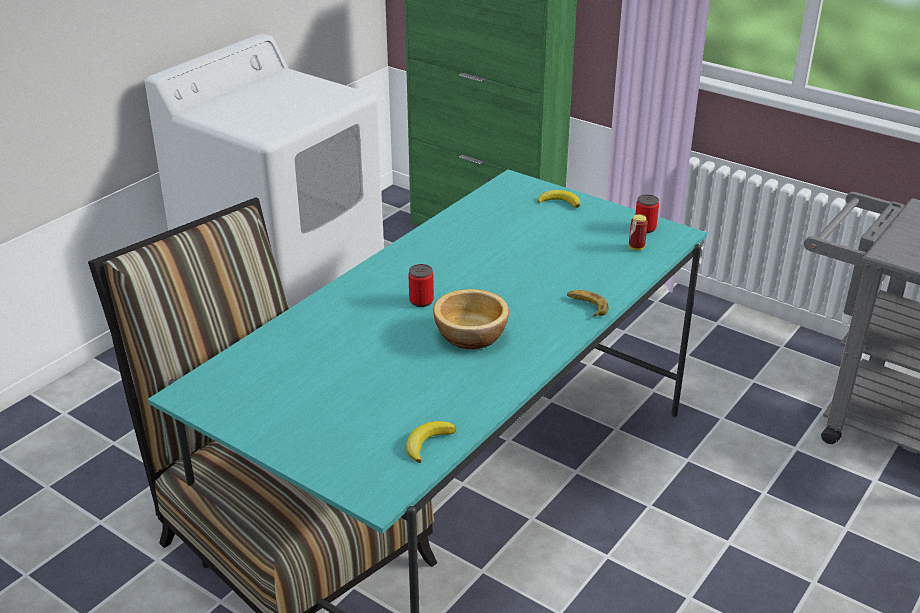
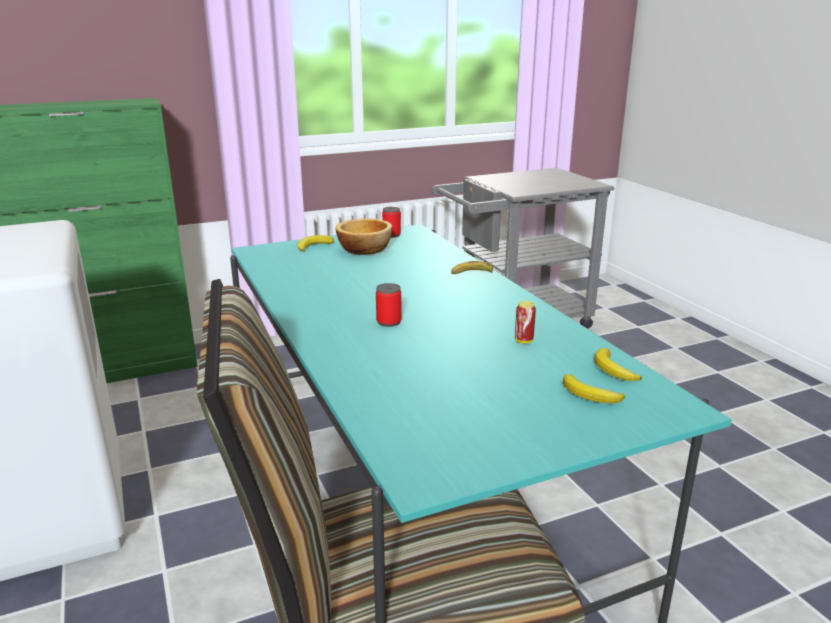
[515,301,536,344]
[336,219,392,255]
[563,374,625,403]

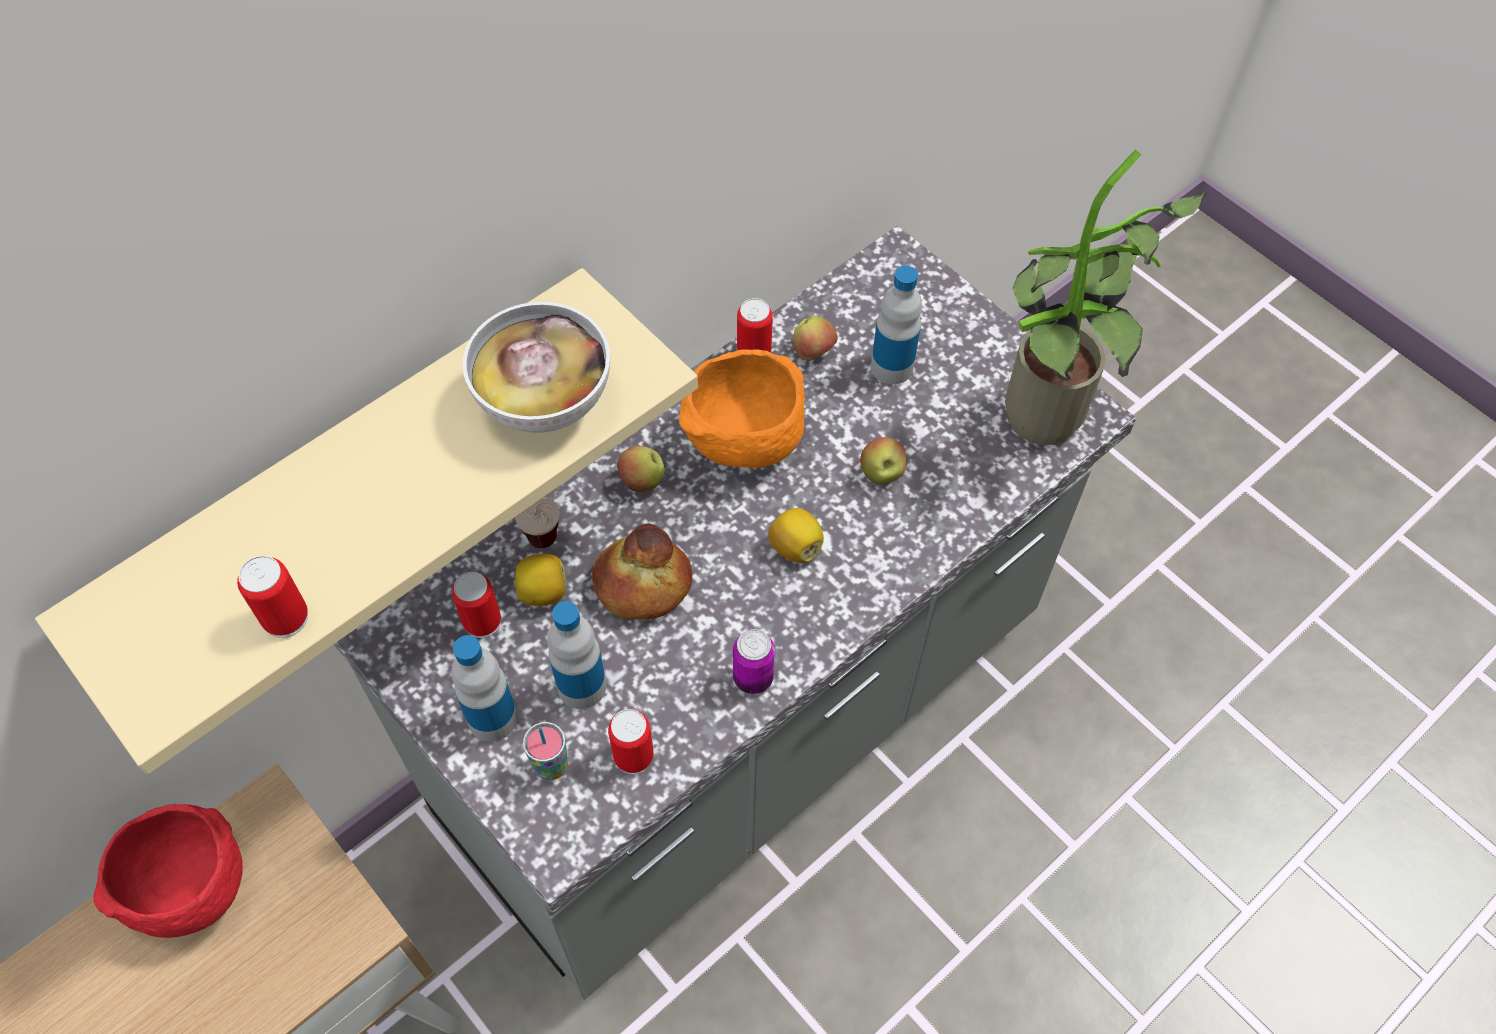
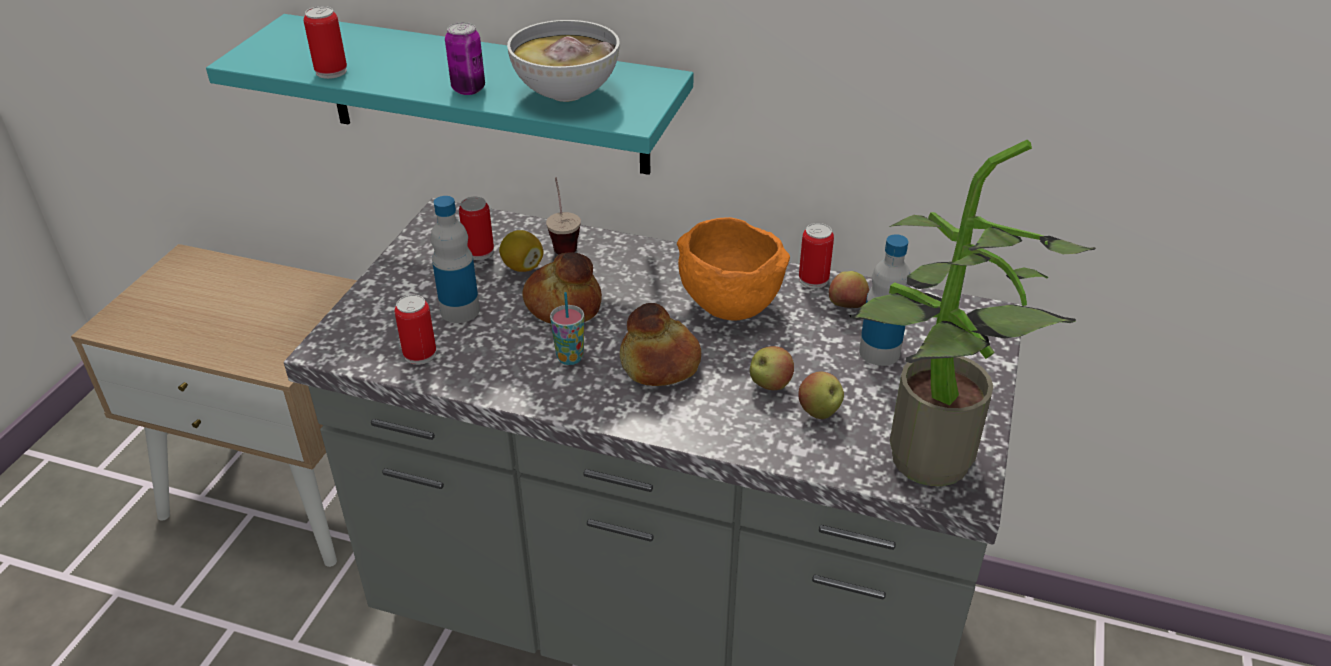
[206,14,694,175]
[798,371,844,419]
[620,303,701,386]
[445,22,485,95]
[451,635,518,742] (first image)
[550,292,584,365]
[93,804,243,938] (first image)

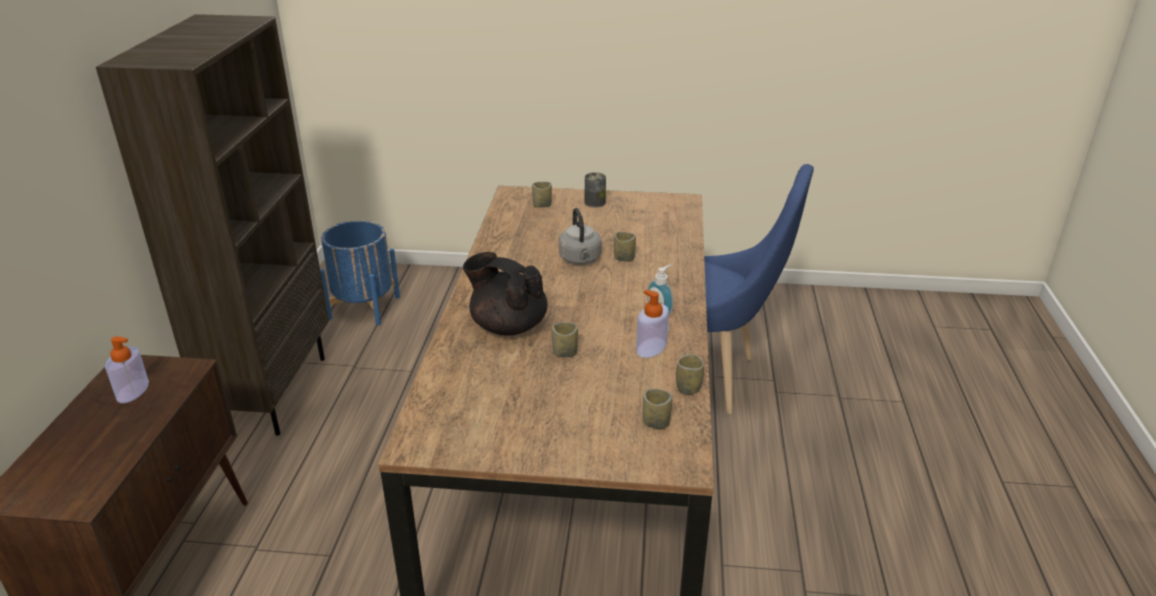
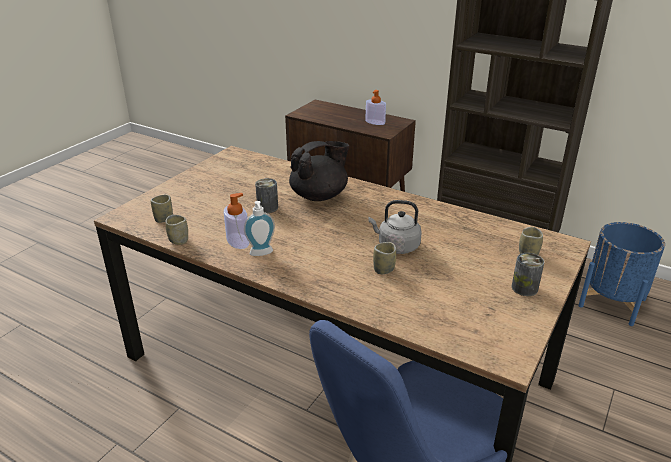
[255,178,278,213]

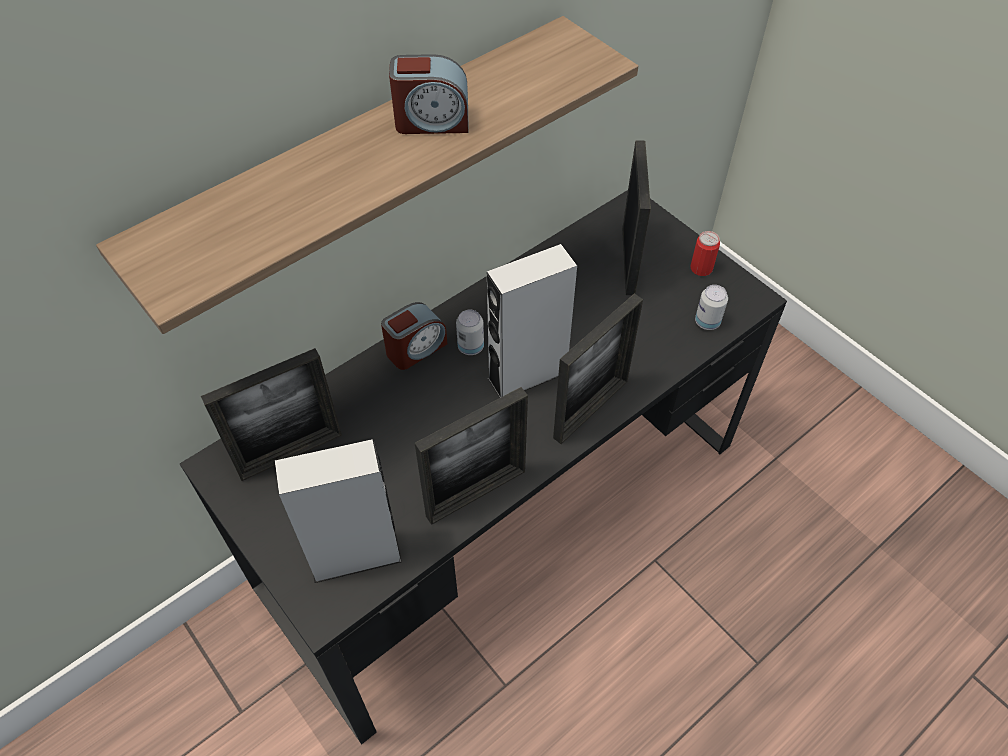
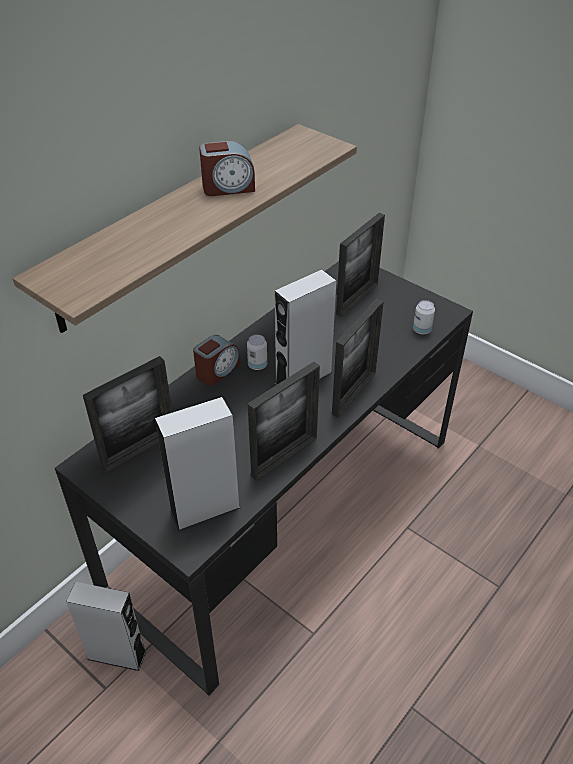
[336,213,385,317]
[690,231,720,276] (first image)
[66,582,146,671]

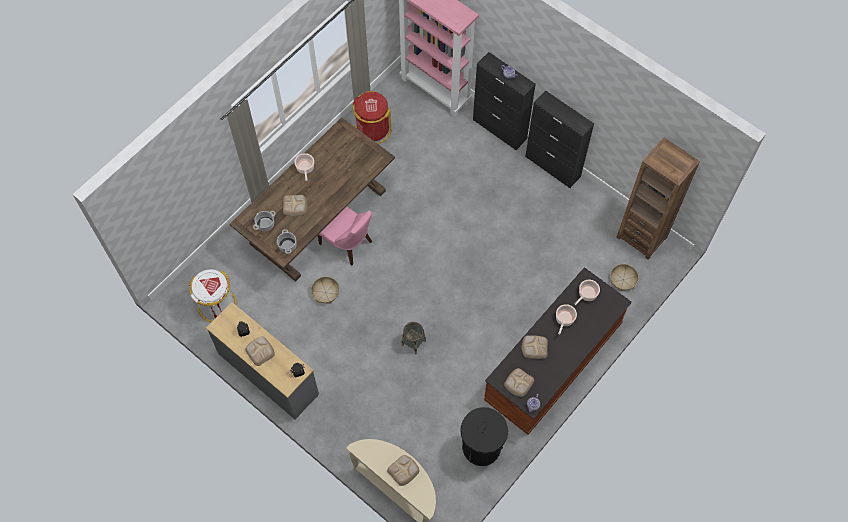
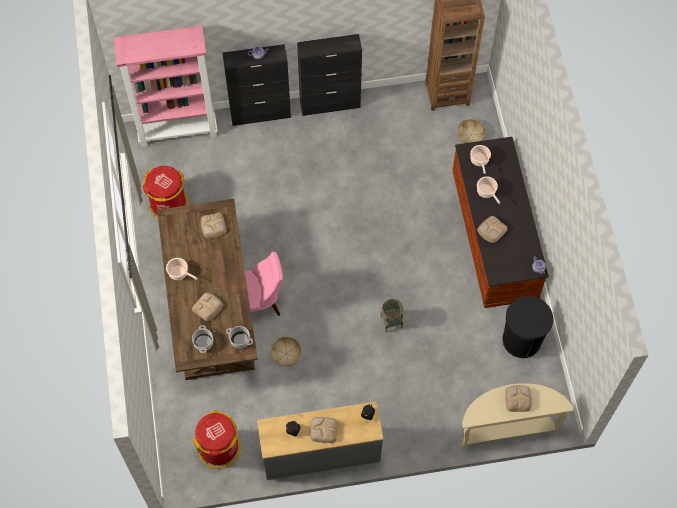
[193,411,241,469]
[201,212,226,238]

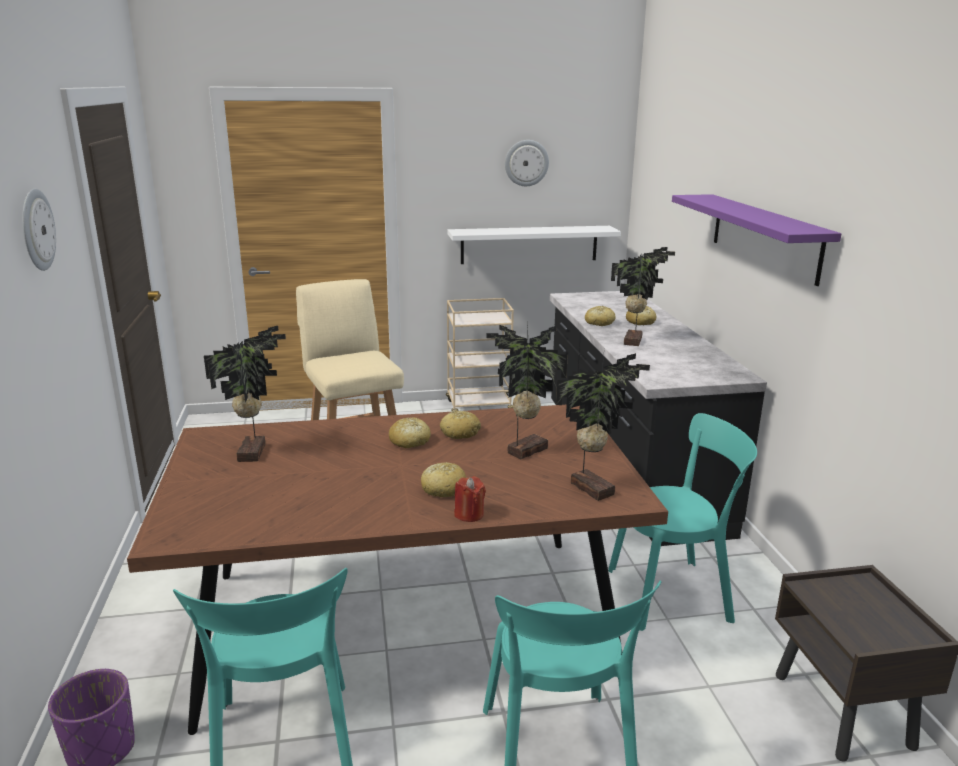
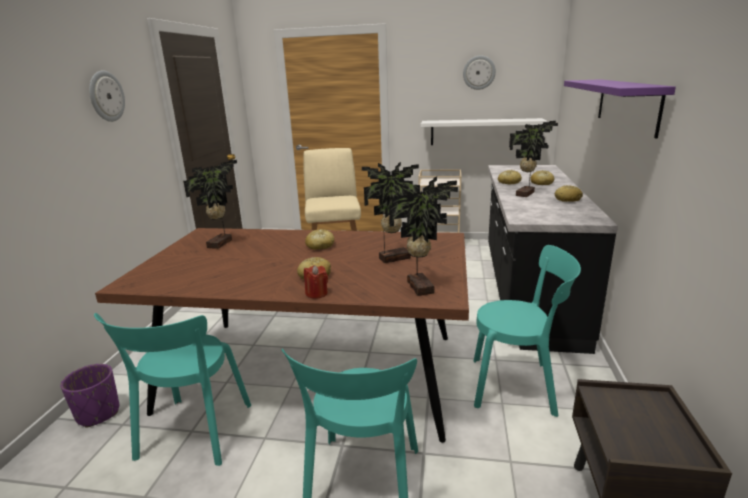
[555,185,583,202]

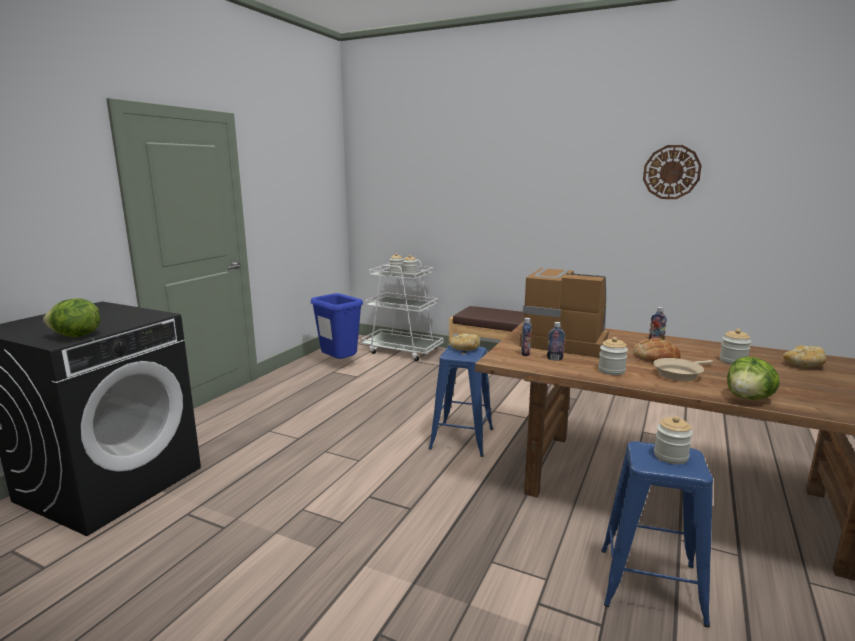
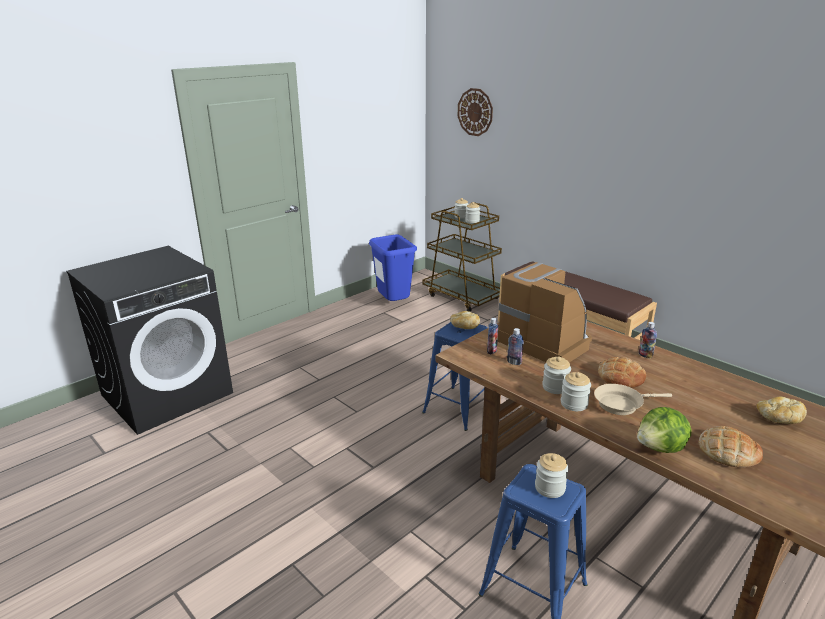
[458,88,493,136]
[422,202,502,312]
[43,298,100,337] (first image)
[561,372,591,411]
[699,426,763,468]

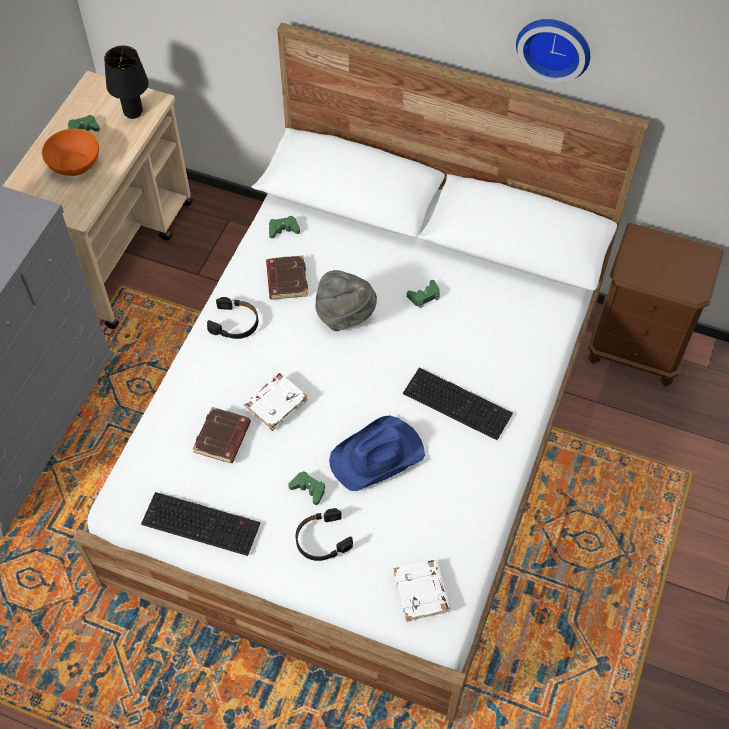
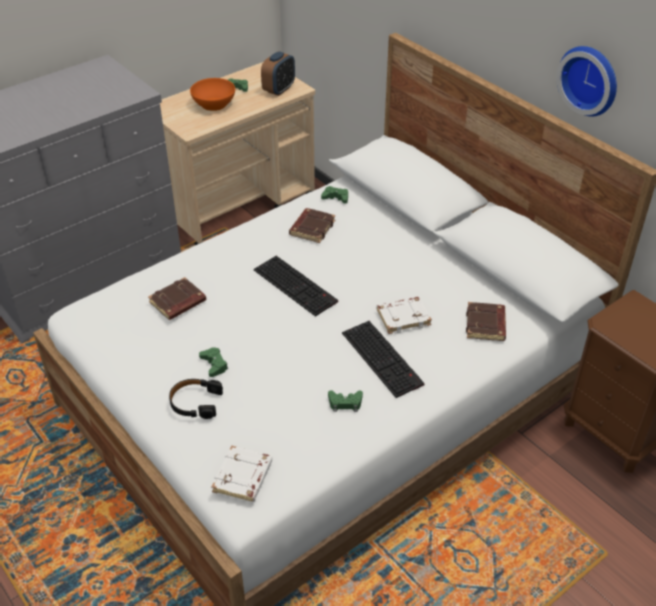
[261,51,295,96]
[315,270,377,331] (first image)
[328,390,363,412]
[207,297,258,339] (first image)
[377,297,432,334]
[329,416,425,491] (first image)
[254,256,338,317]
[466,302,506,341]

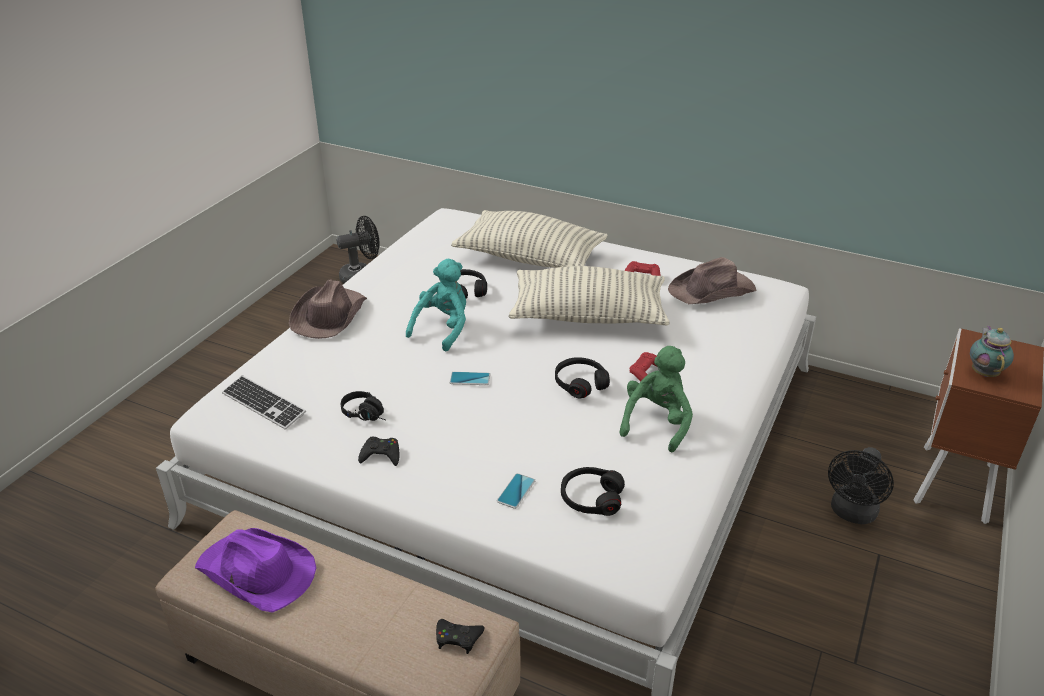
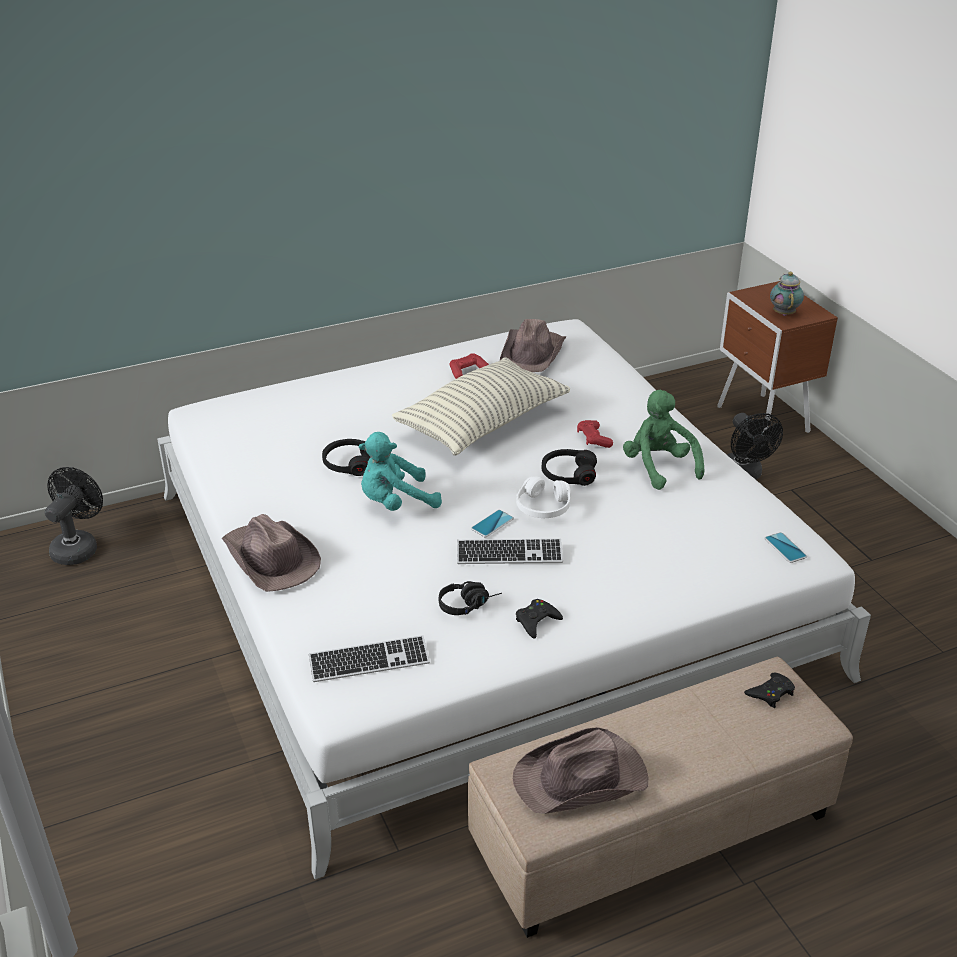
[451,210,608,268] (first image)
[359,432,442,511]
[770,272,804,316]
[561,467,625,516] (first image)
[764,532,807,563]
[513,727,648,814]
[516,476,571,518]
[457,538,563,564]

